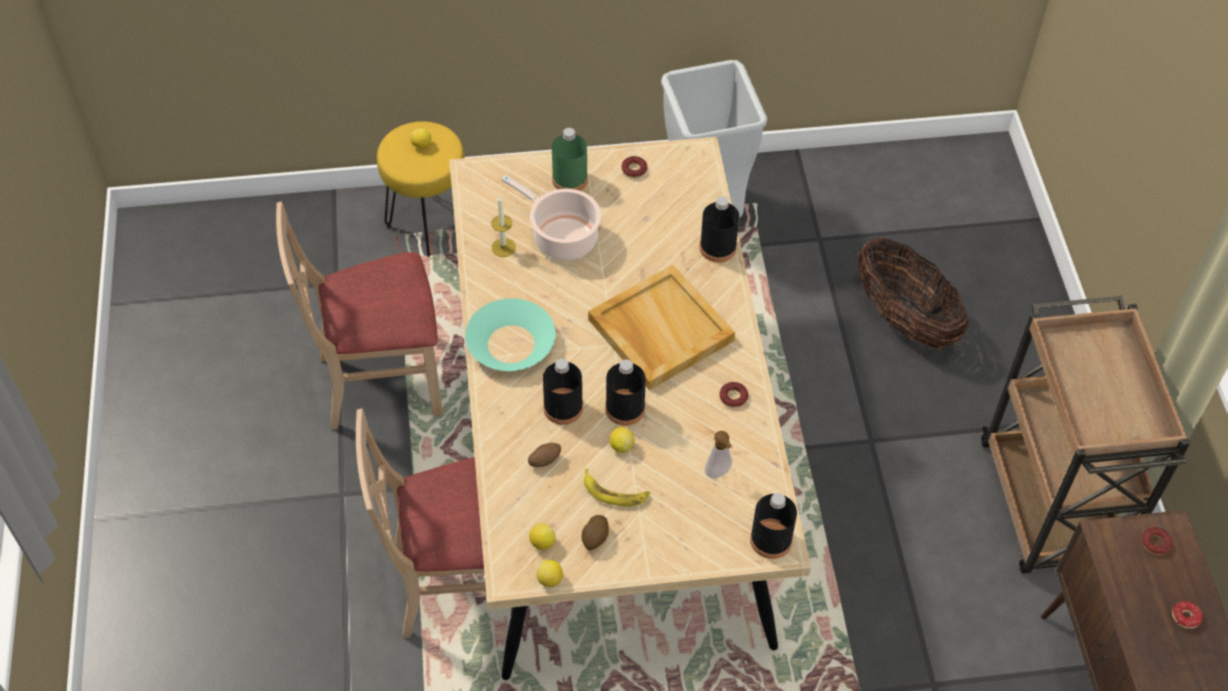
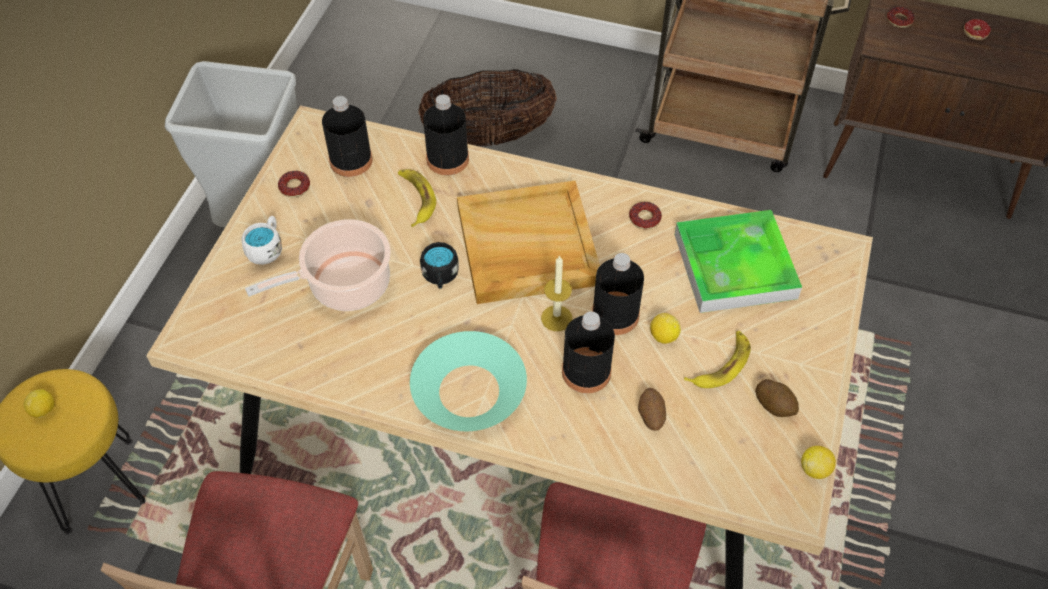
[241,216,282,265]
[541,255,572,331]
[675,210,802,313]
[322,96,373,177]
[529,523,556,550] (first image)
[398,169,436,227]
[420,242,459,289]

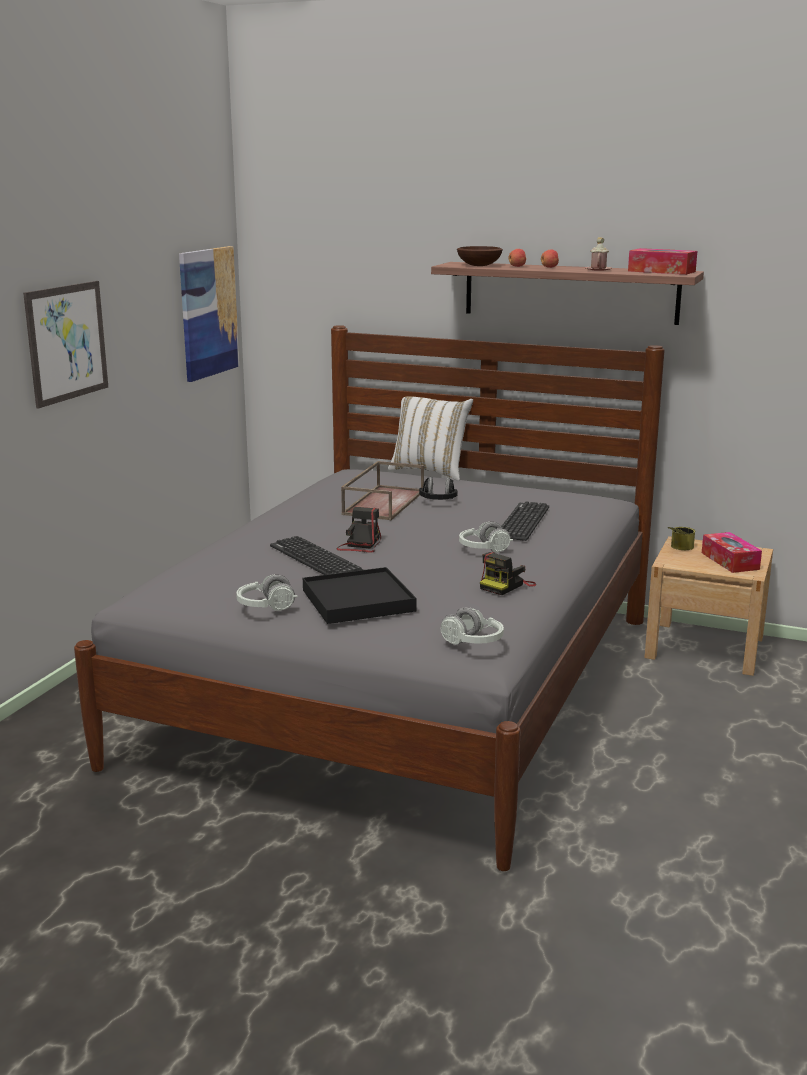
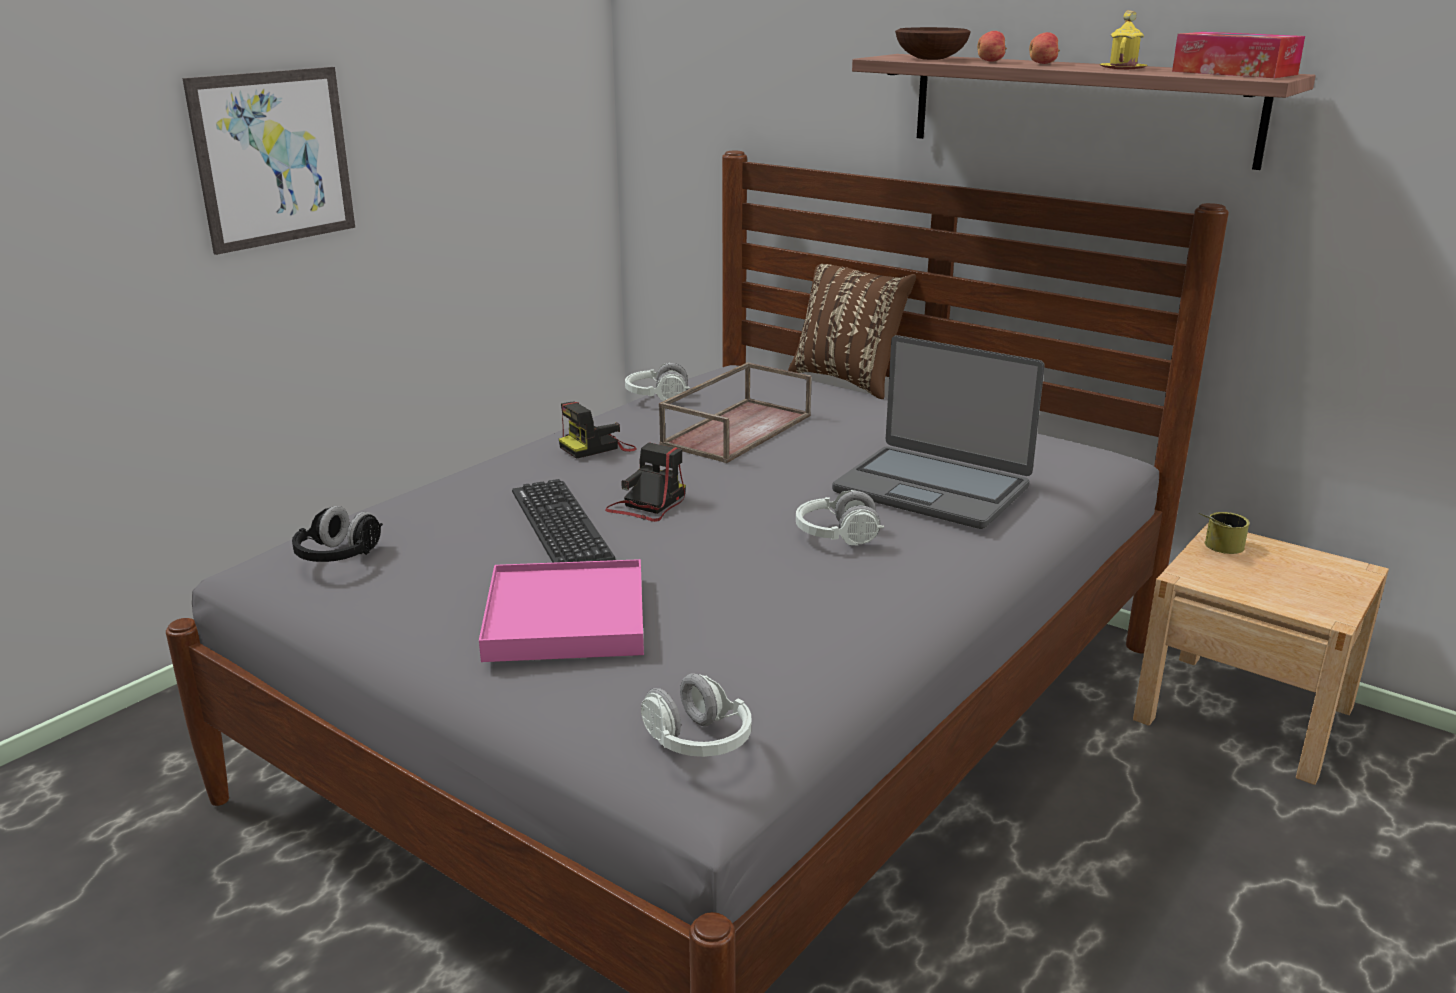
[1100,10,1147,69]
[179,246,239,382] (first image)
[788,264,916,399]
[292,506,383,562]
[832,335,1045,529]
[702,532,762,573] (first image)
[559,402,637,459]
[479,559,644,662]
[625,363,689,401]

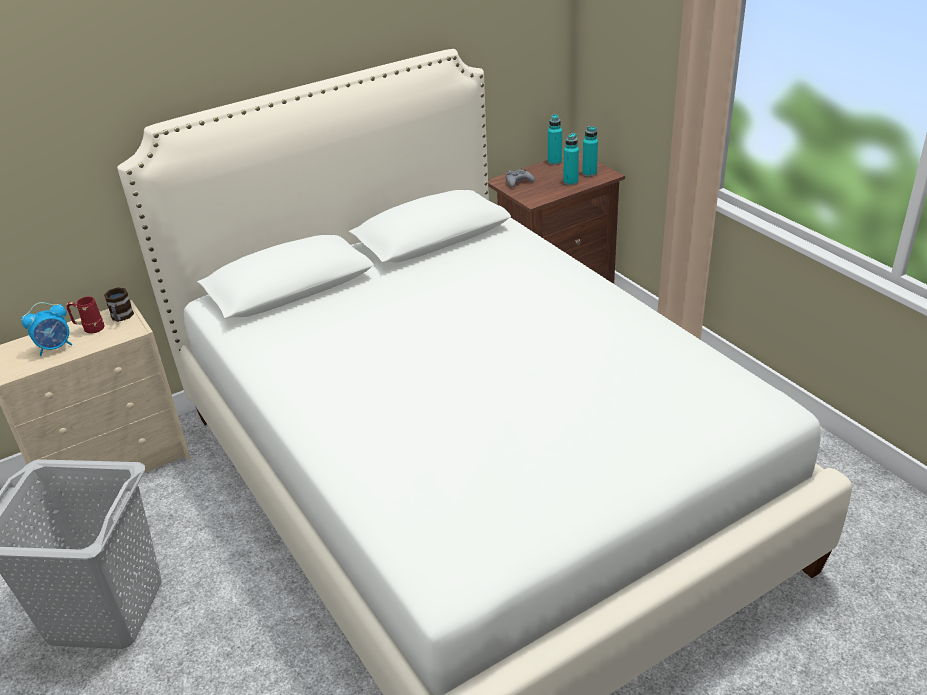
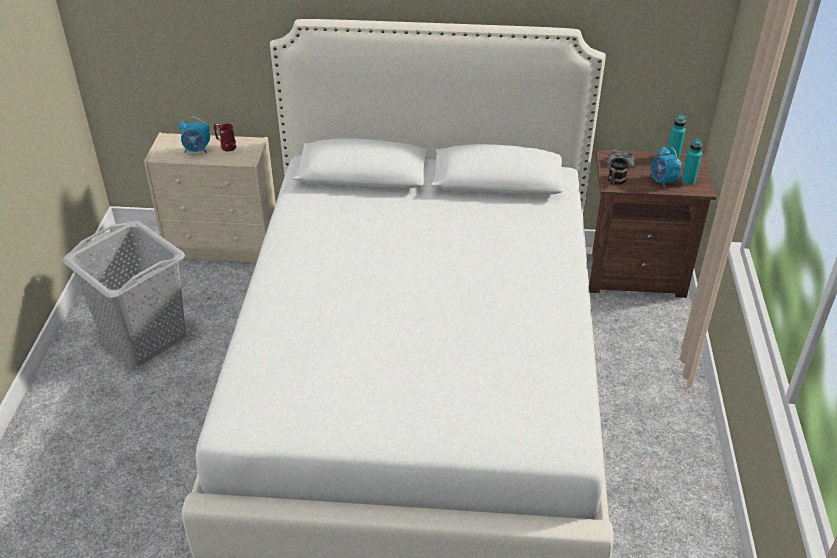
[651,147,681,189]
[608,158,628,185]

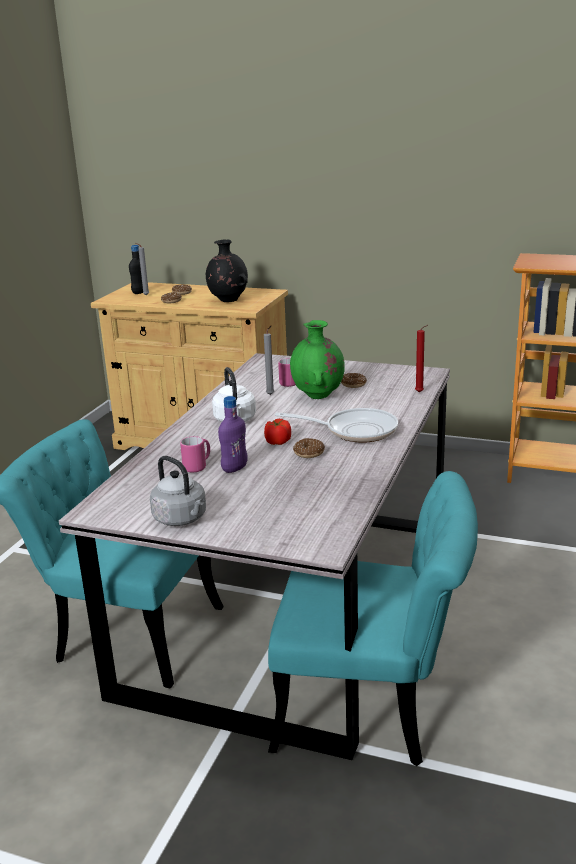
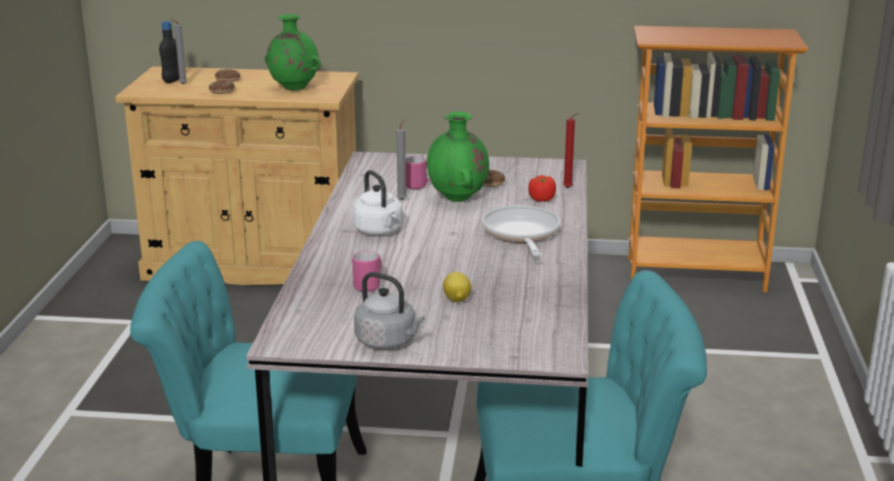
[264,14,321,90]
[218,396,248,473] (first image)
[482,205,560,257]
[528,175,556,202]
[293,438,325,458] (first image)
[443,272,471,302]

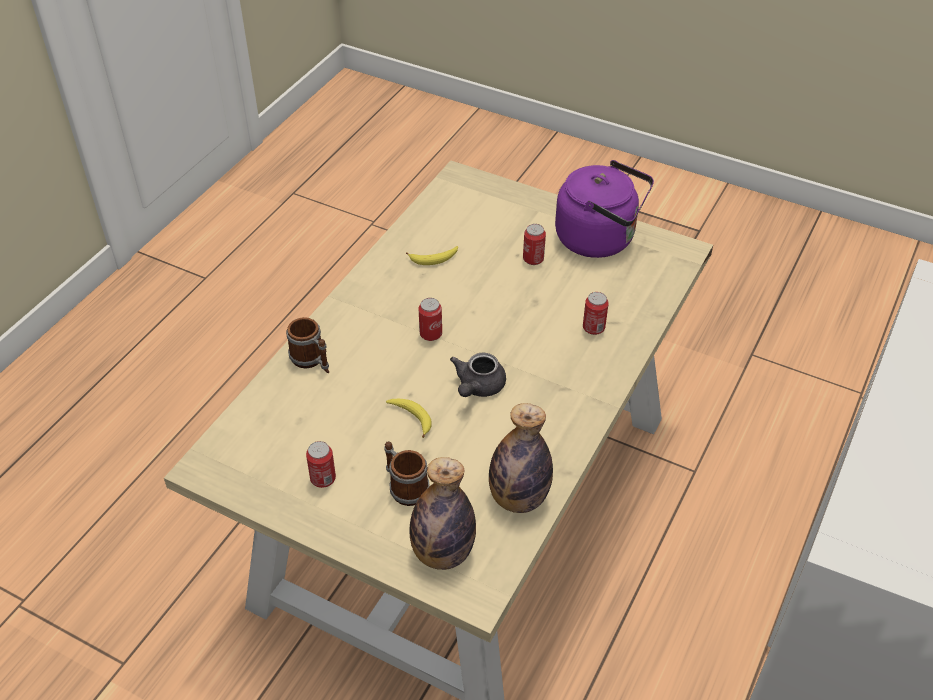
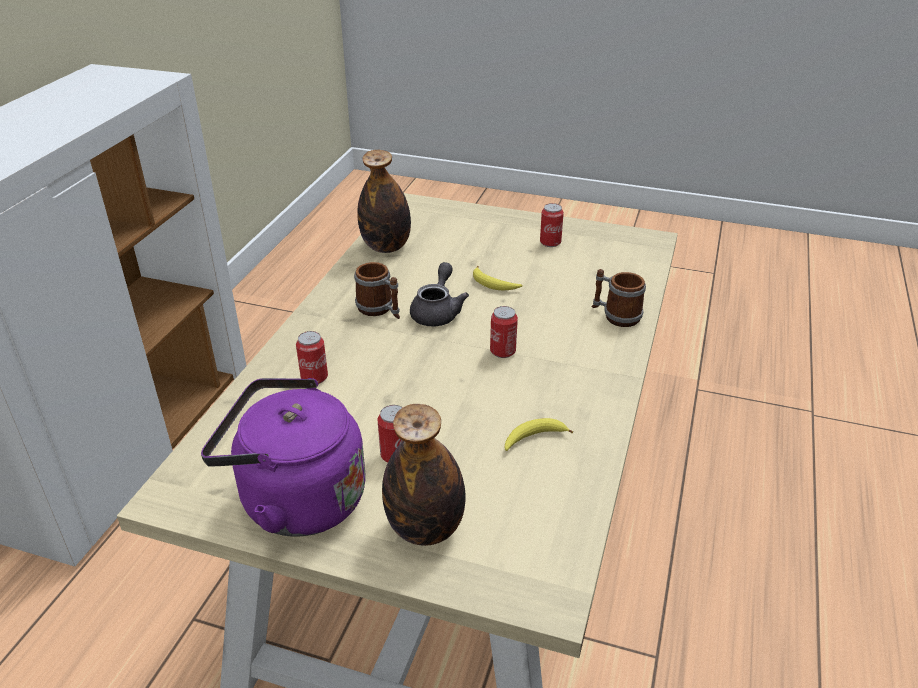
[354,262,400,319]
[382,404,466,546]

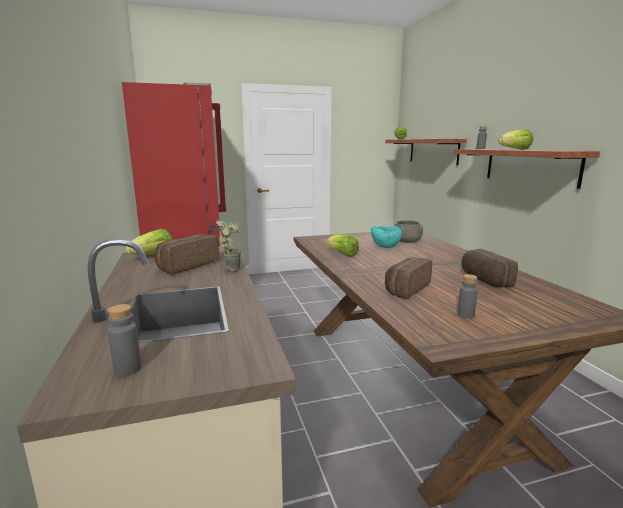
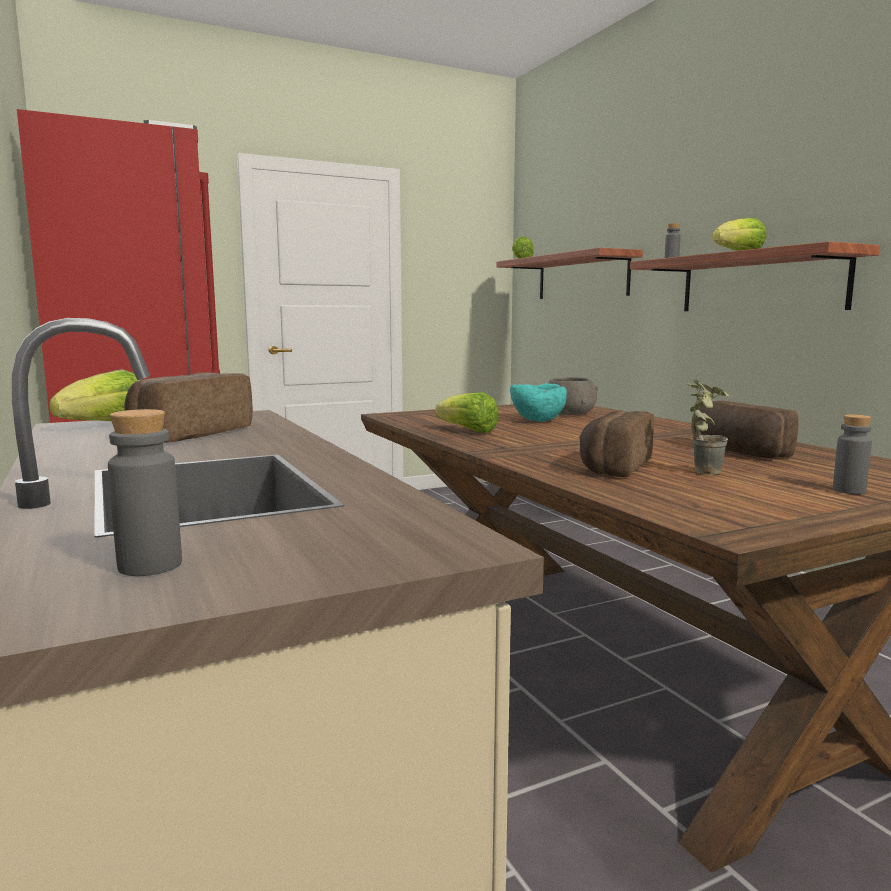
[688,380,729,475]
[833,414,872,494]

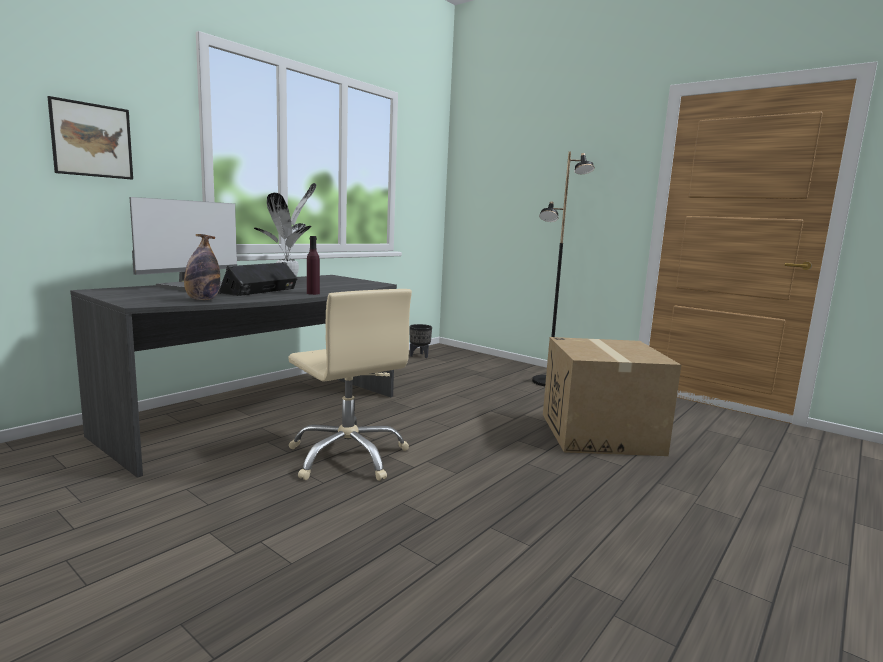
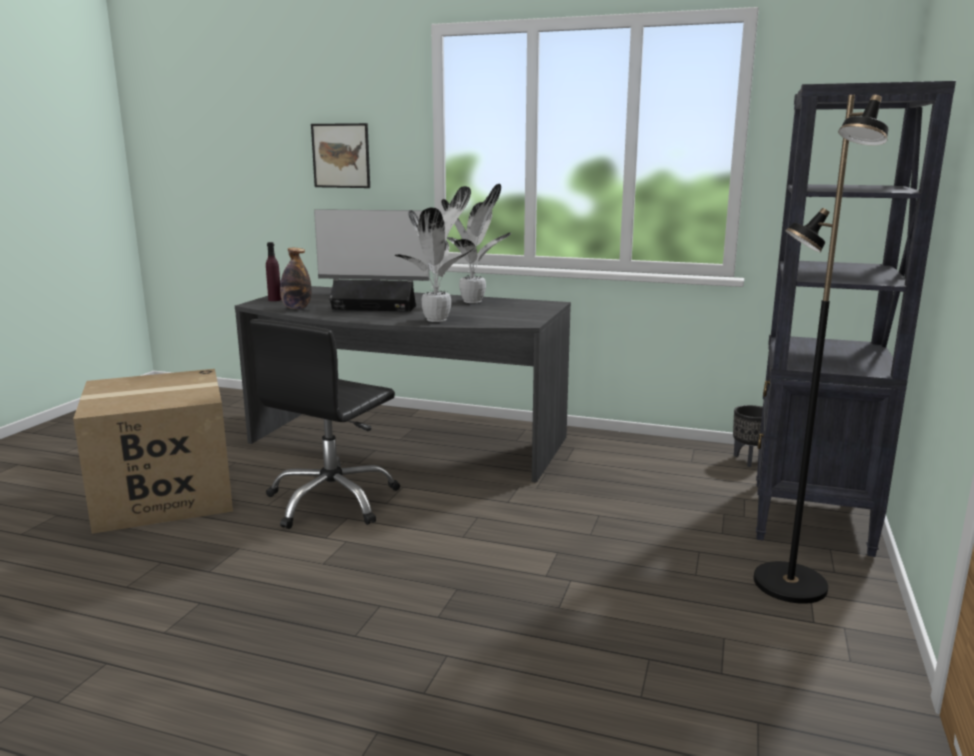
[266,242,281,301]
[250,319,400,529]
[73,369,233,534]
[756,81,956,557]
[395,186,475,322]

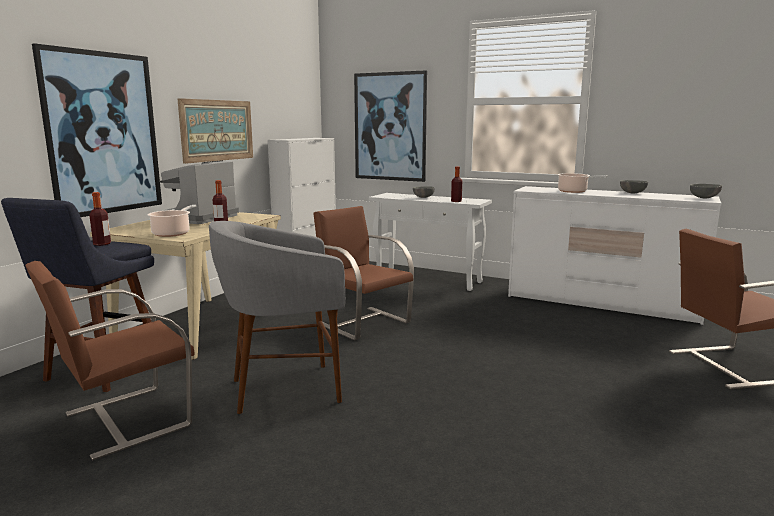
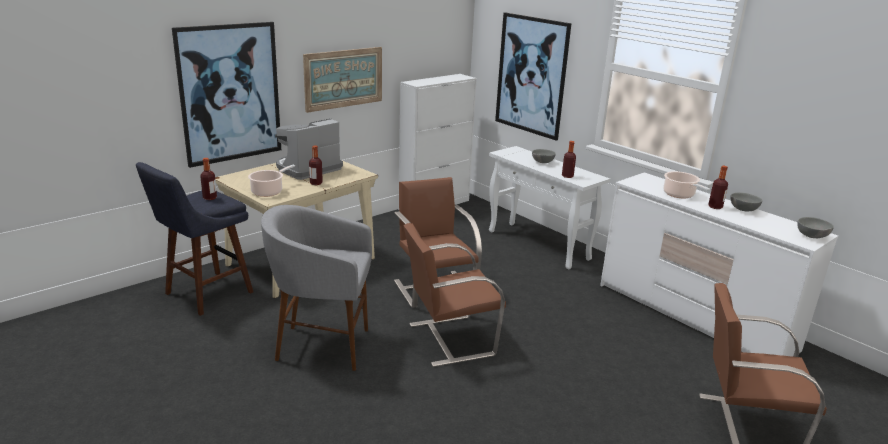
[403,223,506,367]
[708,166,728,209]

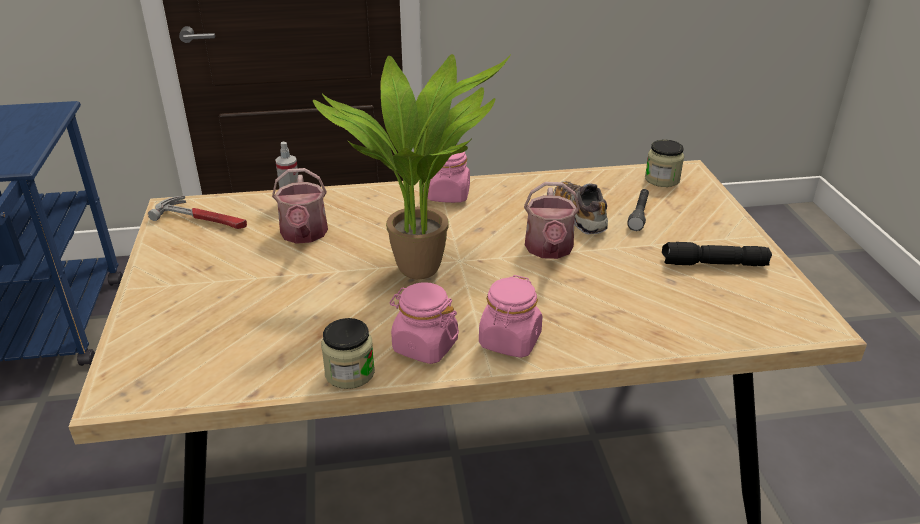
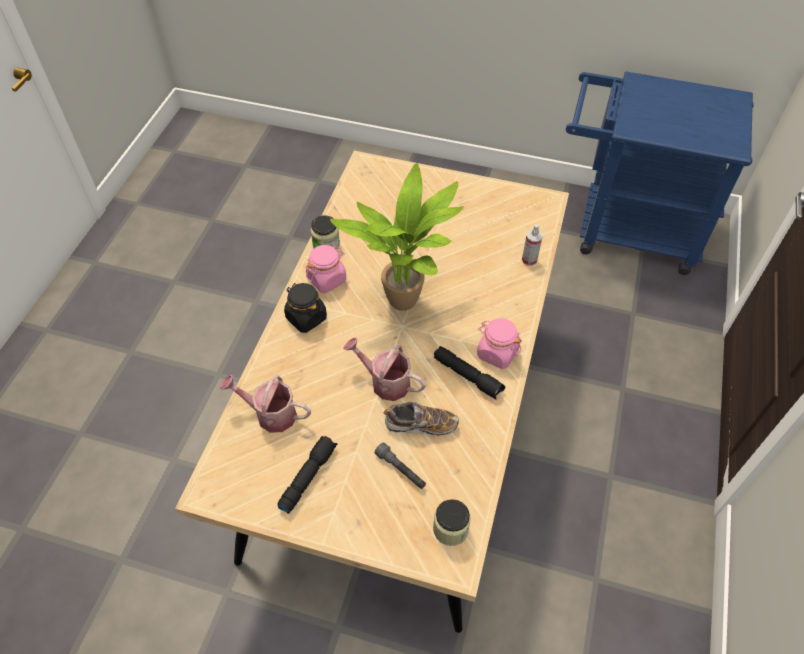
[220,375,311,433]
[148,196,247,229] (first image)
[284,283,327,333]
[434,346,505,400]

